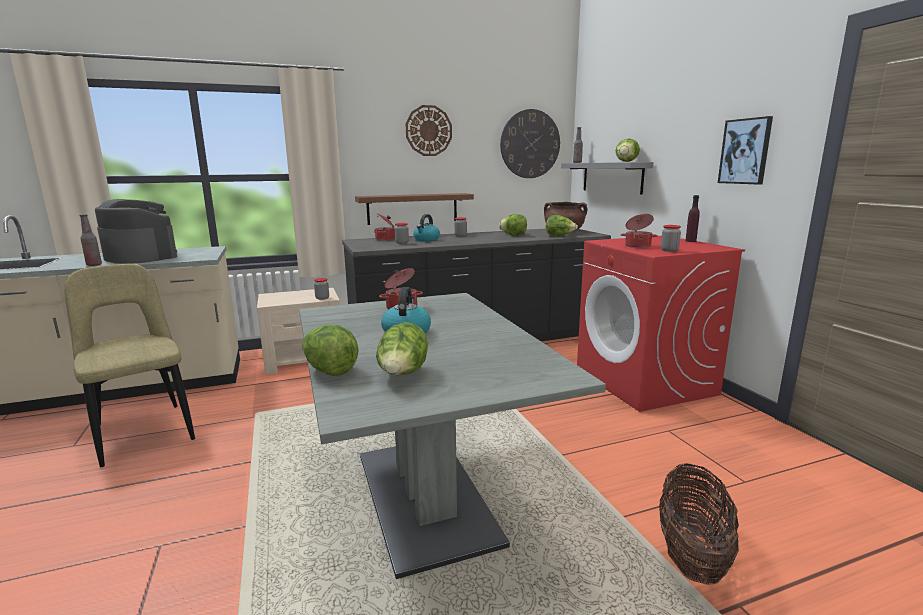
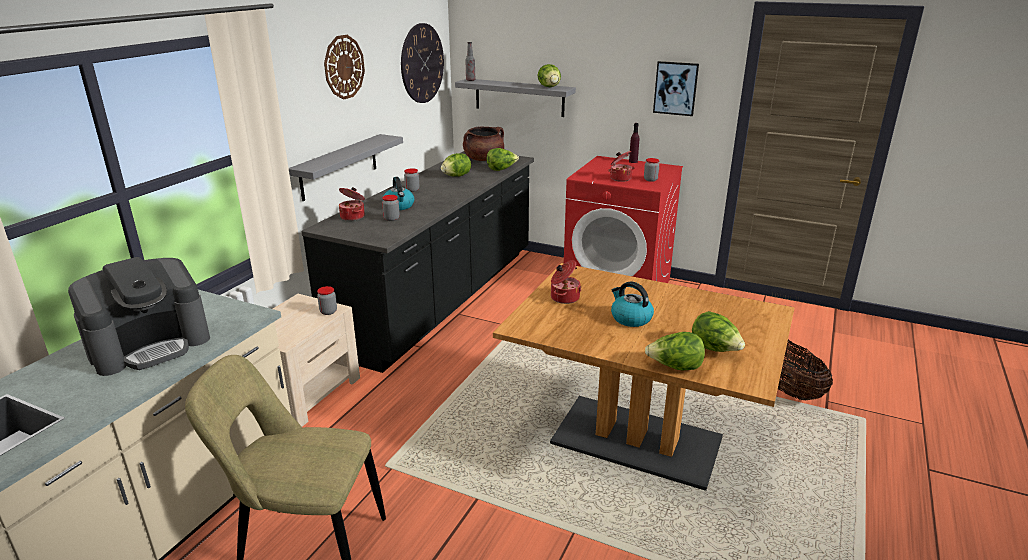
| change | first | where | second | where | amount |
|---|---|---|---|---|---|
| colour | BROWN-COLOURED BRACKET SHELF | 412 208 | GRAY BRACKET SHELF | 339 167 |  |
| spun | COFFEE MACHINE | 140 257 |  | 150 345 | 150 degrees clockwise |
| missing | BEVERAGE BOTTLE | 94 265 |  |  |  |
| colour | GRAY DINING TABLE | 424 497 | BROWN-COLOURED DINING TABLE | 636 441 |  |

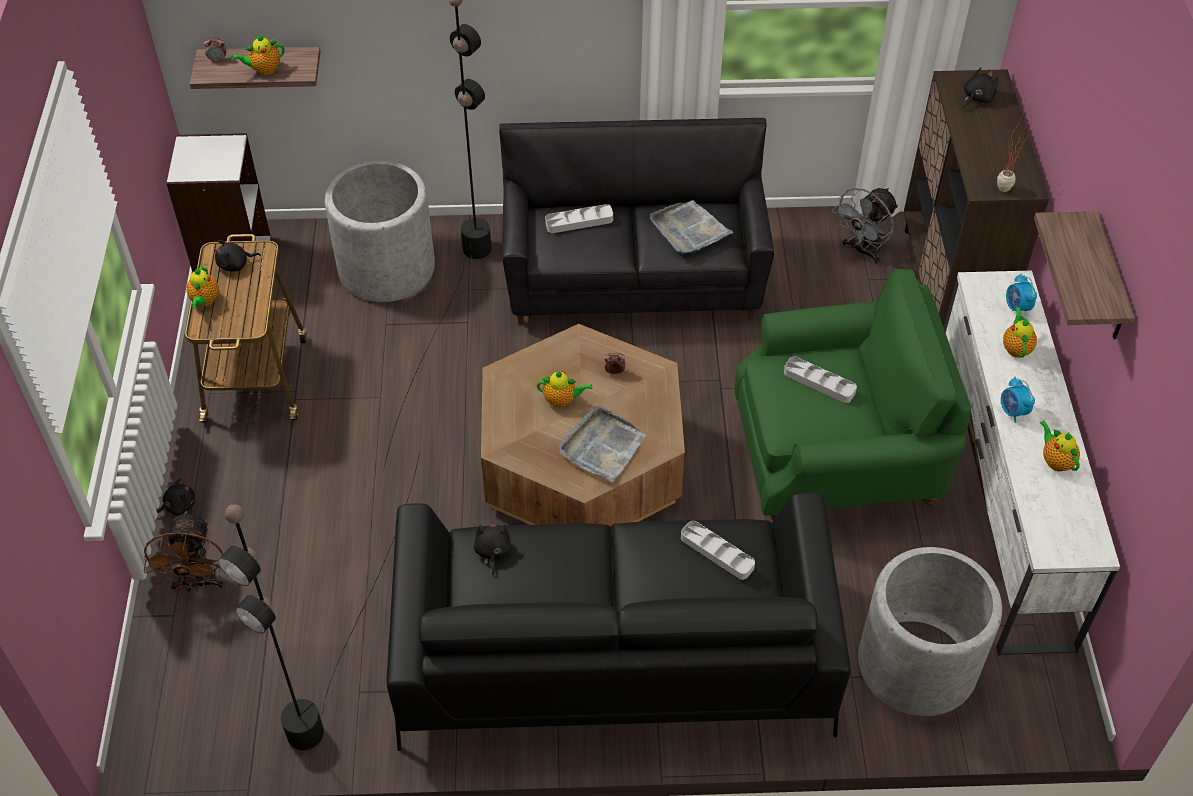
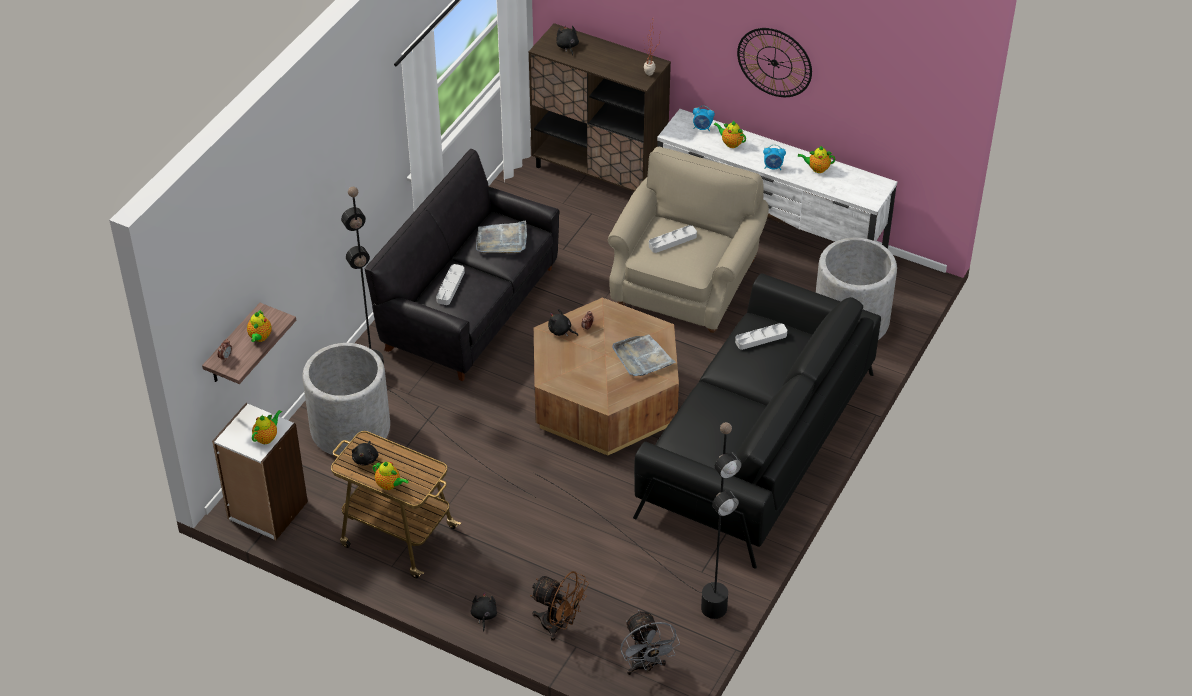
| change | first | where | second | where | amount |
|---|---|---|---|---|---|
| relocated | GRAY COOLING FAN | 862 251 |  | 645 666 |  |
| exchanged | BRACKET SHELF | 1109 281 | HANGING CLOCK | 774 62 |  |
| colour | GREEN-COLOURED EASY CHAIR | 837 453 | BEIGE EASY CHAIR | 686 282 |  |
| relocated | TEAPOT | 562 400 |  | 267 437 |  |
| relocated | BLACK-COLOURED SOFT TOY | 492 552 |  | 561 331 |  |

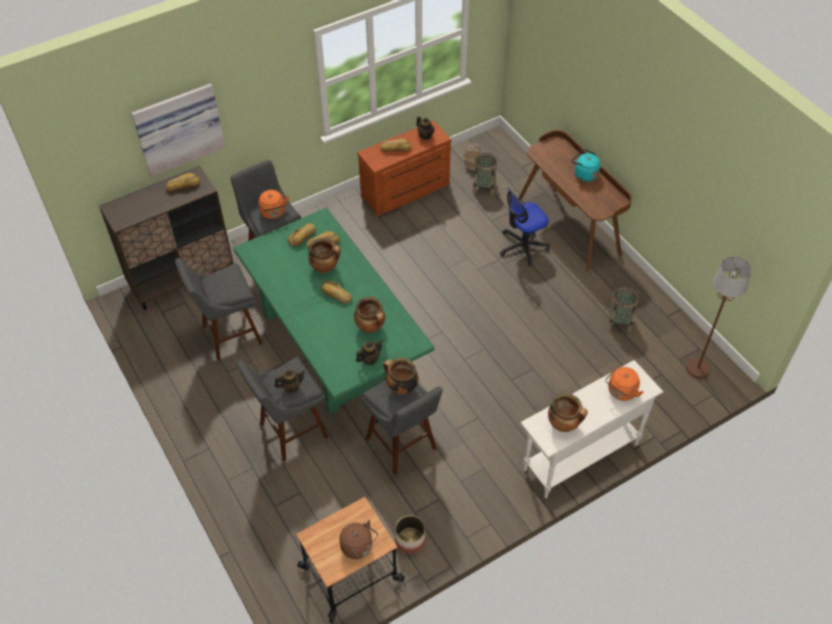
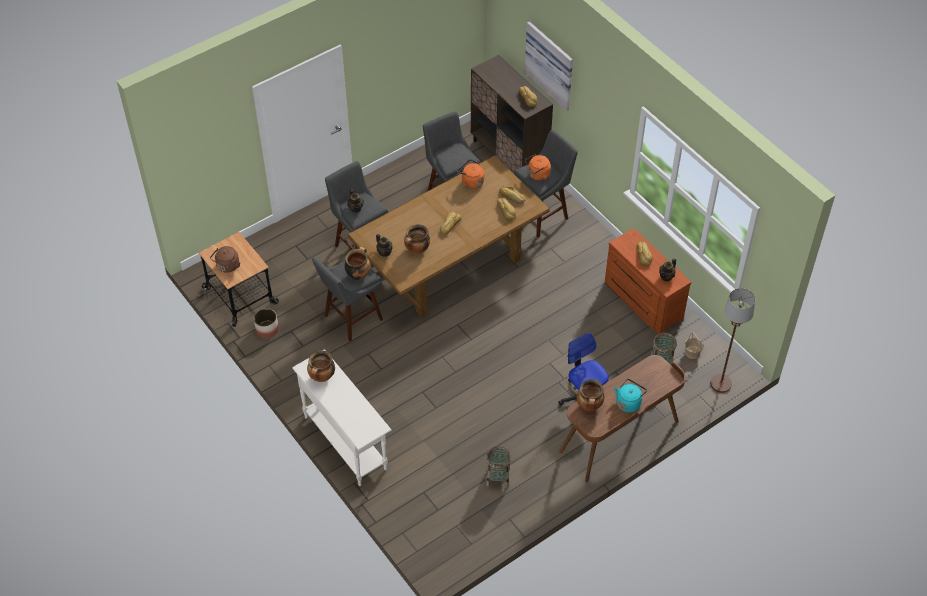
| change | first | where | second | where | amount |
|---|---|---|---|---|---|
| colour | GREEN-COLOURED DINING TABLE | 334 344 | BROWN-COLOURED DINING TABLE | 450 264 |  |
| relocated | STOCKPOT | 325 267 |  | 589 406 |  |
| relocated | BROWN-COLOURED STANDARD LAMP | 697 368 |  | 721 383 |  |
| relocated | ORANGEY KETTLE | 621 392 |  | 471 182 |  |

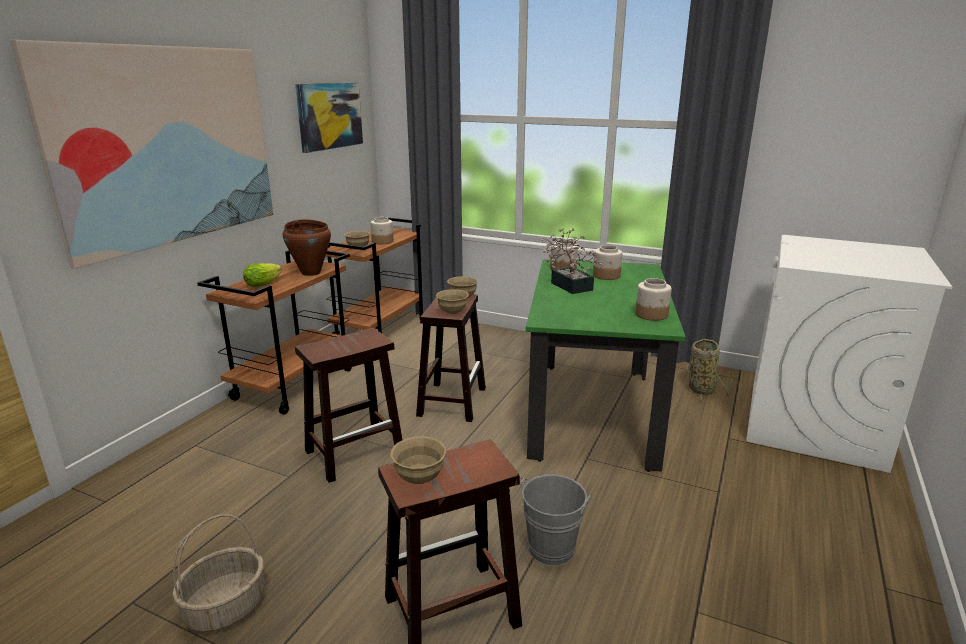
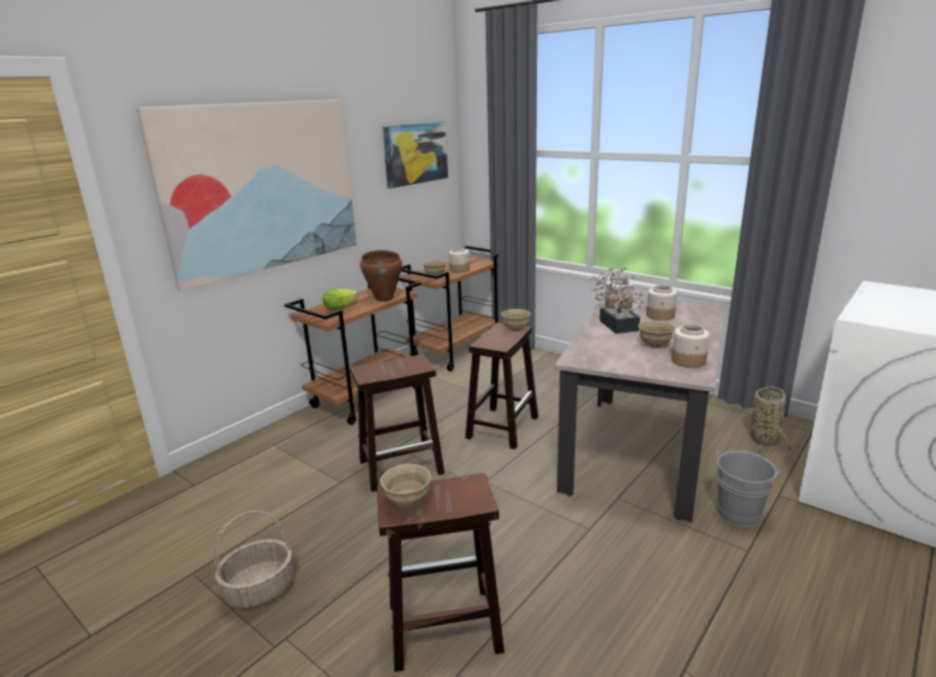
| change | first | where | second | where | amount |
|---|---|---|---|---|---|
| colour | GREEN-COLOURED DINING TABLE | 592 412 | BEIGE DINING TABLE | 638 452 |  |
| relocated | BEIGE BOWL | 452 312 |  | 655 345 |  |
| relocated | GRAY BUCKET | 553 545 |  | 740 512 |  |

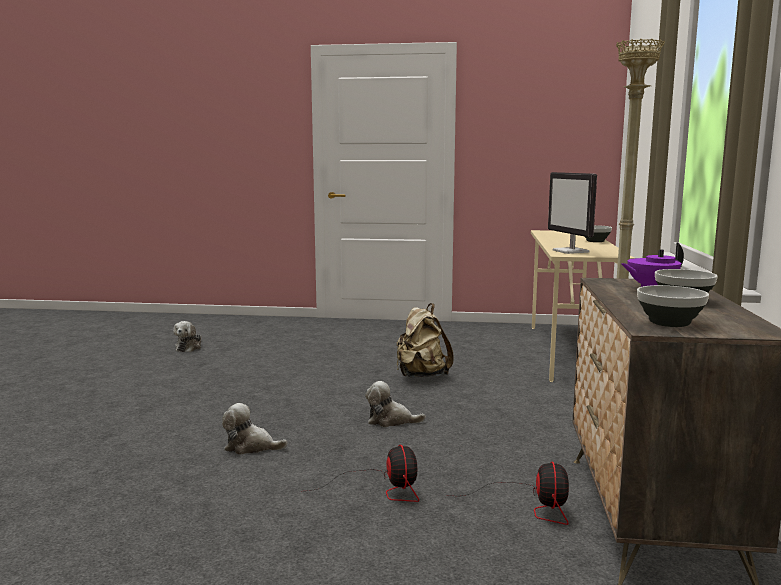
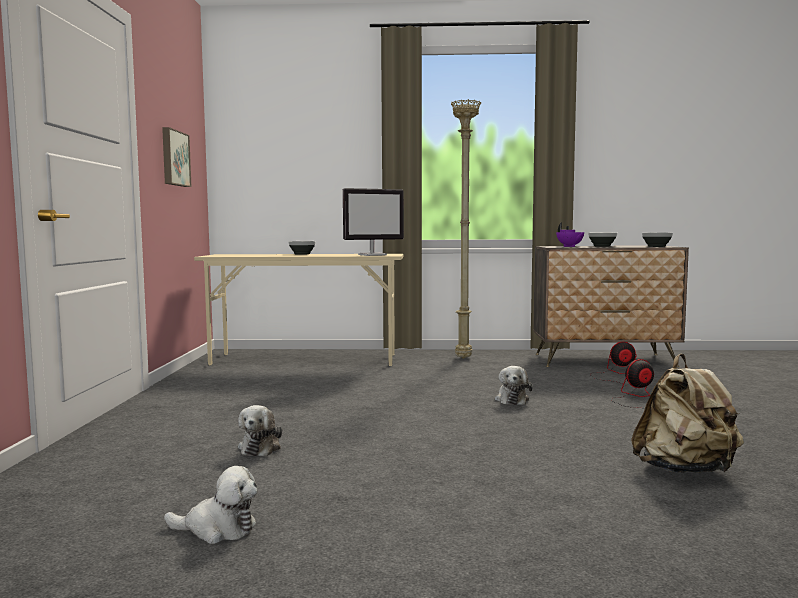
| change | first | where | second | where | amount |
|---|---|---|---|---|---|
| relocated | BEIGE BACKPACK | 421 376 |  | 685 470 |  |
| relocated | SOFT TOY | 251 447 |  | 261 447 |  |
| appeared |  |  | WALL ART | 174 158 |  |

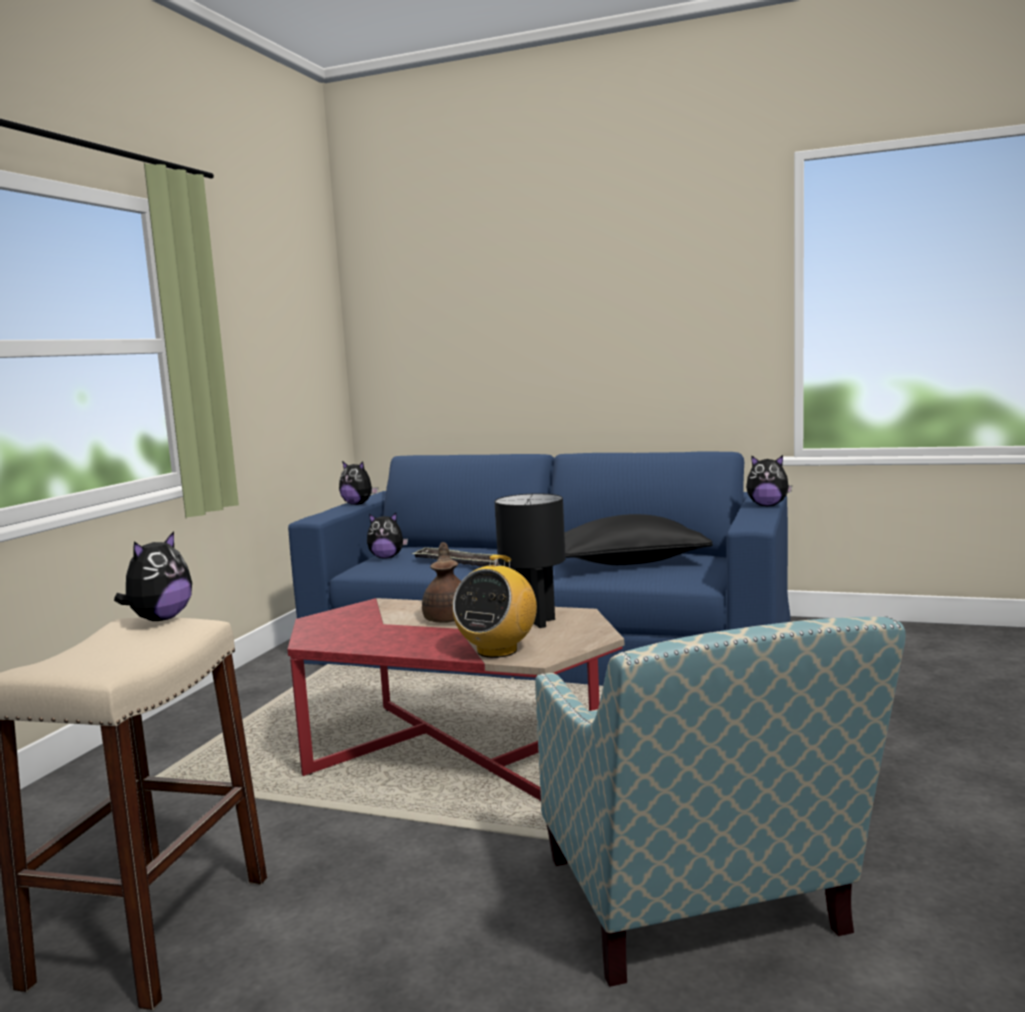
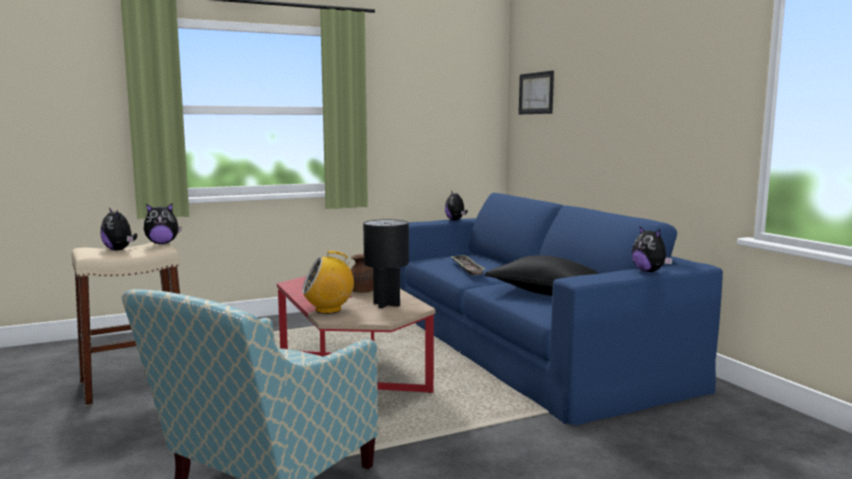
| change | first | where | second | where | amount |
|---|---|---|---|---|---|
| relocated | SOFT TOY | 387 557 |  | 119 250 |  |
| appeared |  |  | WALL ART | 536 93 |  |

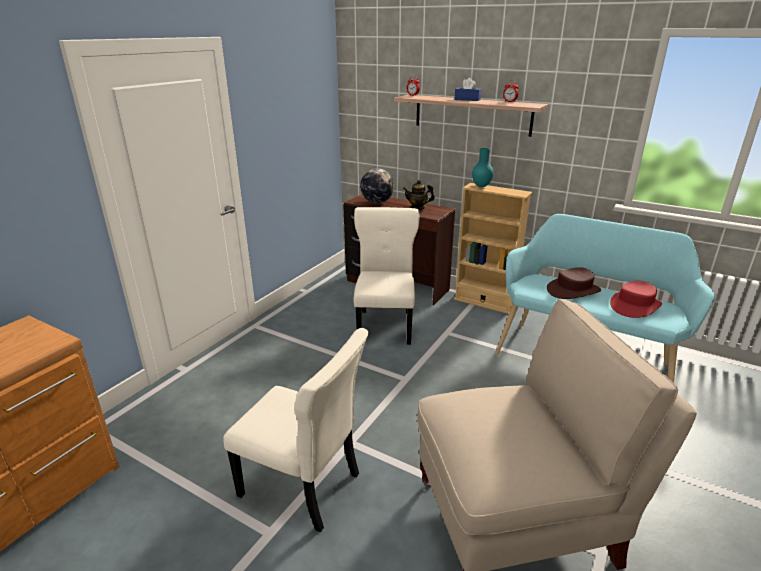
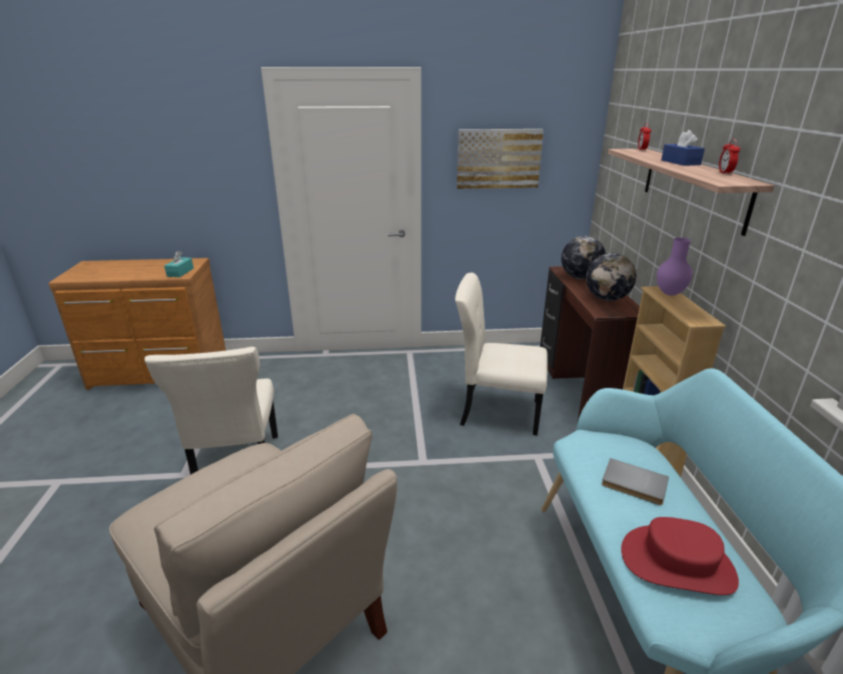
| change | first | where | second | where | amount |
|---|---|---|---|---|---|
| colour | TURQUOISE FLOWER VASE | 481 186 | PURPLISH FLOWER VASE | 670 294 |  |
| exchanged | TEAPOT | 418 208 | DESK GLOBE | 607 299 |  |
| spun | BEIGE UPRIGHT CHAIR | 385 325 |  | 496 412 | 135 degrees counterclockwise |
| exchanged | BROWN-COLOURED WEARABLE HAT | 573 290 | GRAY BOOK | 634 484 |  |
| appeared |  |  | WALL ART | 498 158 |  |
| appeared |  |  | TURQUOISE TISSUE HOLDER | 180 272 |  |

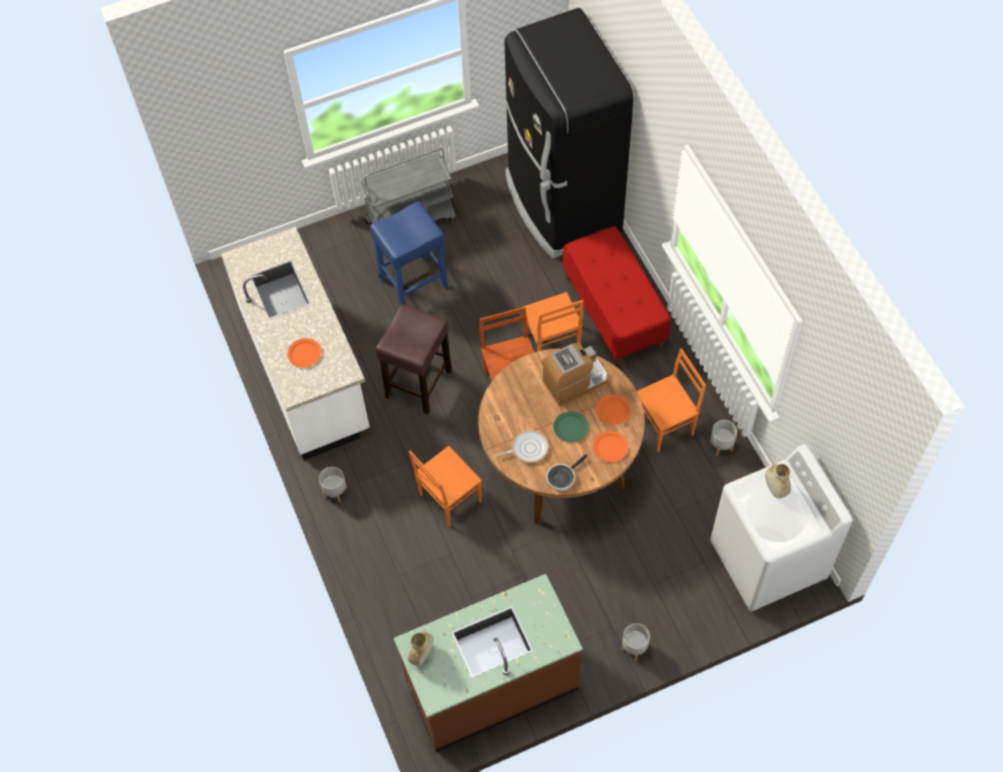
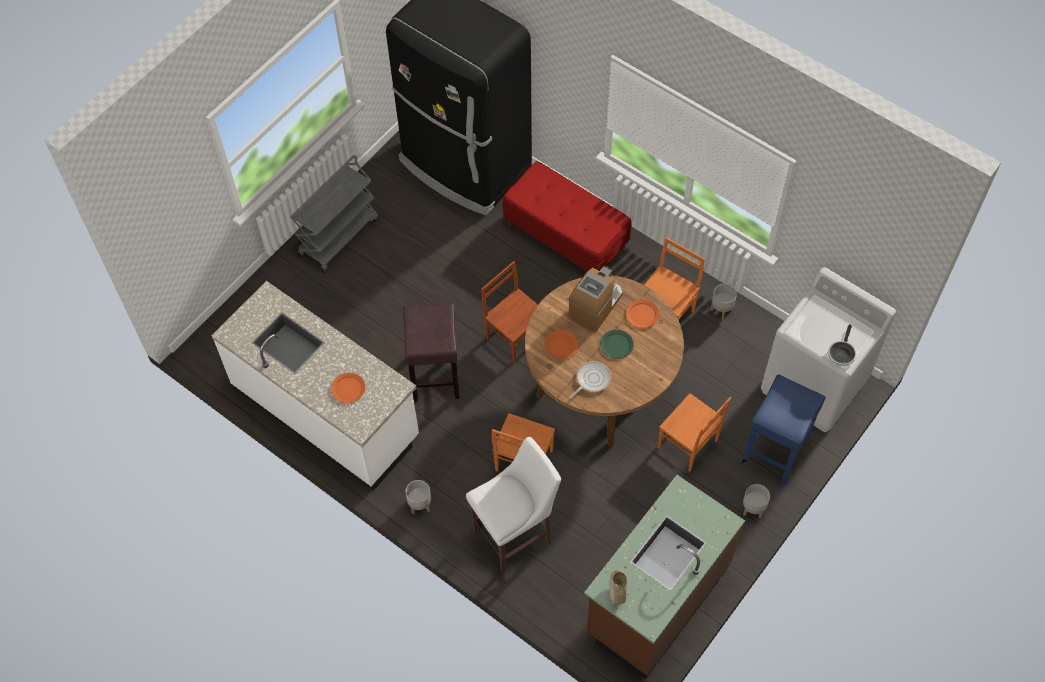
| change | first | where | second | where | amount |
|---|---|---|---|---|---|
| relocated | BLUE-COLOURED SITTING STOOL | 414 282 |  | 775 451 |  |
| relocated | ORANGEY UPRIGHT CHAIR | 551 342 |  | 688 445 |  |
| relocated | ORANGEY FLAT DISH | 610 447 |  | 560 345 |  |
| relocated | PAN | 562 477 |  | 841 353 |  |
| missing | BEIGE FLOWER VASE | 775 488 |  |  |  |
| appeared |  |  | WHITE-COLOURED SITTING STOOL | 515 534 |  |

